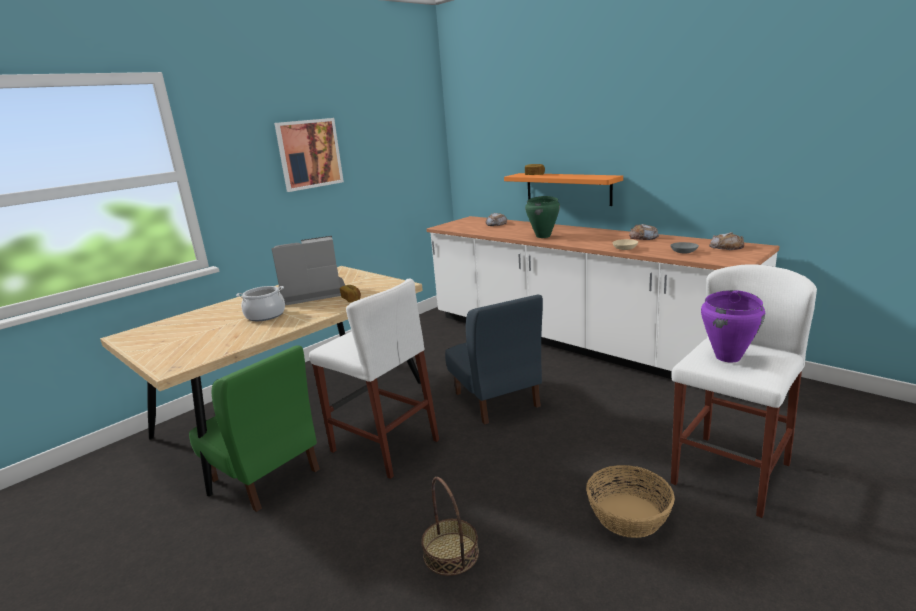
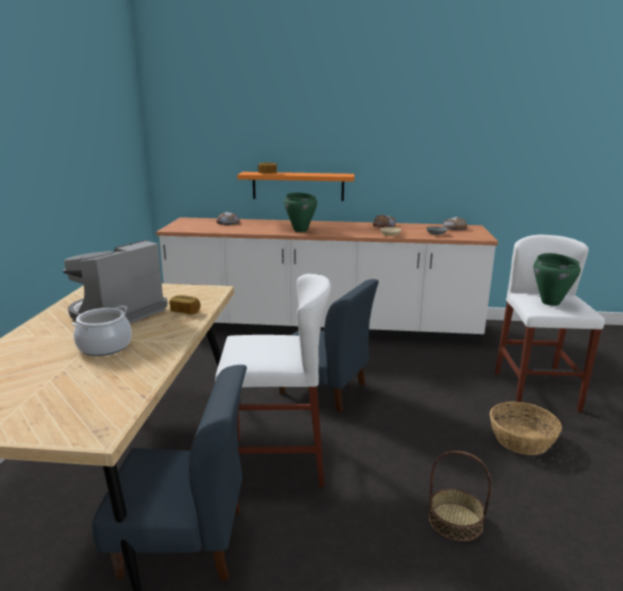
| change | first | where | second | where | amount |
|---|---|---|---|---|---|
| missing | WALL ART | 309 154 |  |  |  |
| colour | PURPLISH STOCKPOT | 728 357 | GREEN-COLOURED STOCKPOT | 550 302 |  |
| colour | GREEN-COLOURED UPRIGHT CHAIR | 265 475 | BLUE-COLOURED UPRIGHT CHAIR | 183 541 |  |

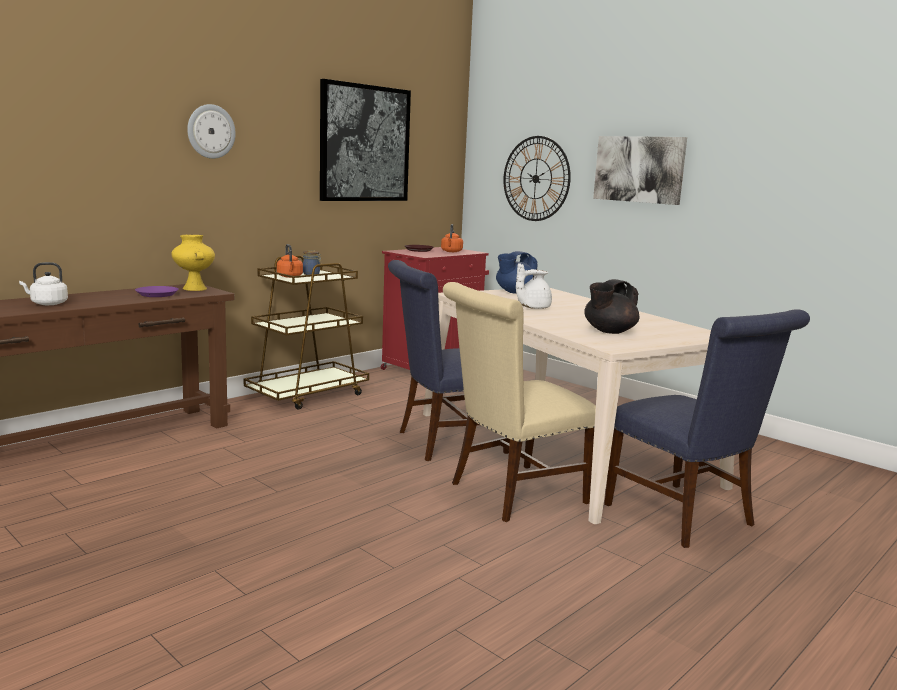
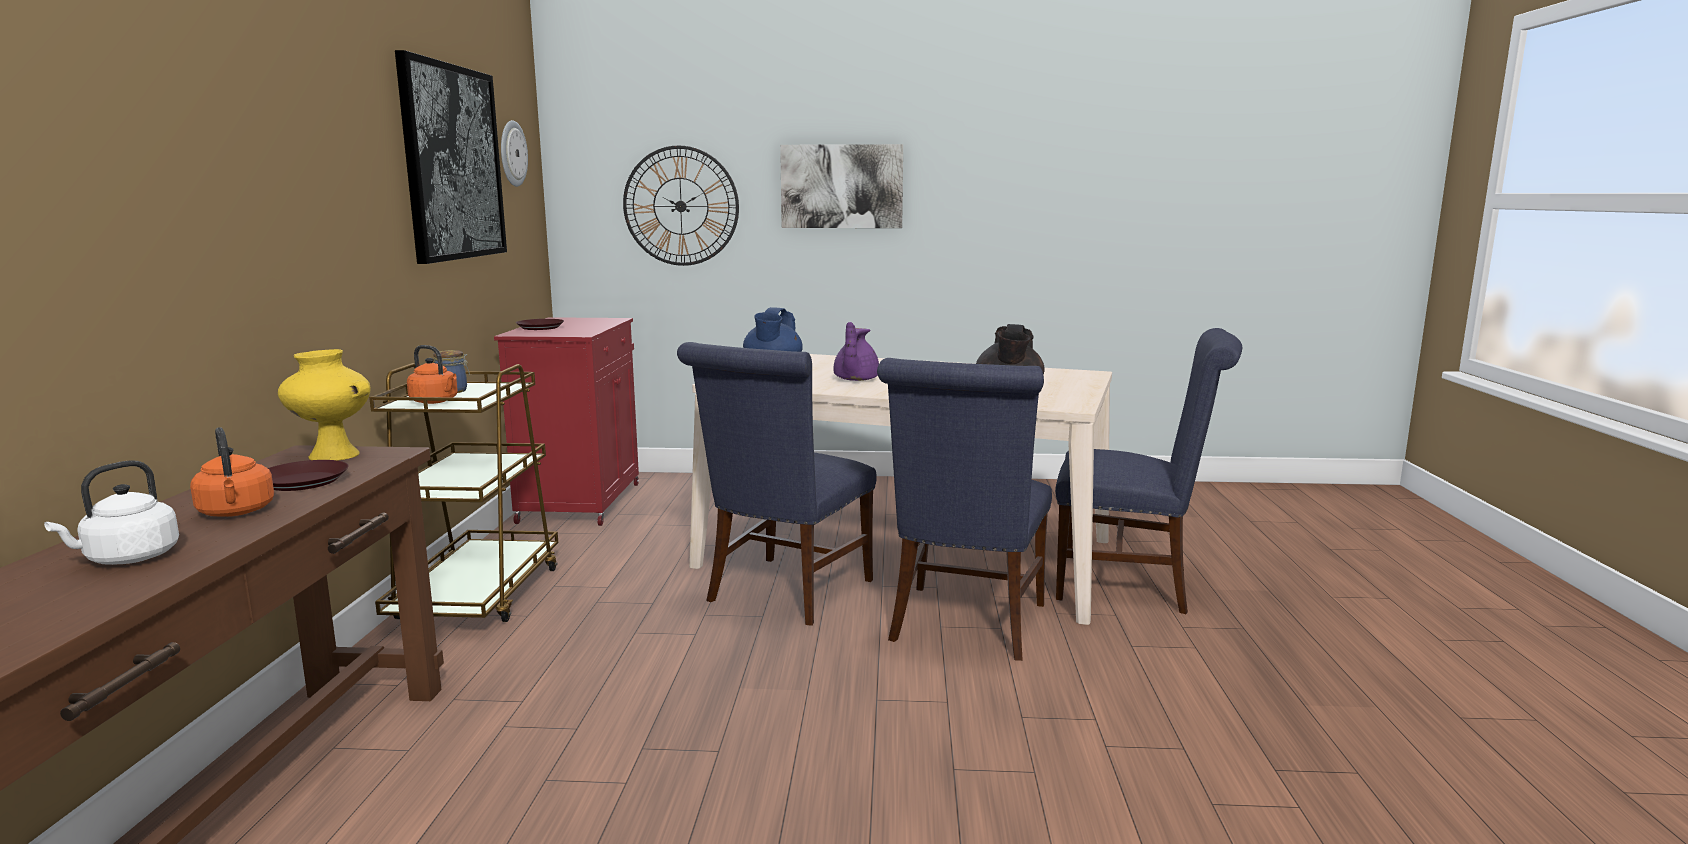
| change | first | where | second | where | amount |
|---|---|---|---|---|---|
| relocated | HANGING CLOCK | 210 131 |  | 512 153 |  |
| relocated | ORANGEY KETTLE | 451 251 |  | 236 512 |  |
| colour | WHITE-COLOURED TEAPOT | 532 307 | PURPLISH TEAPOT | 855 380 |  |
| colour | BEIGE UPRIGHT CHAIR | 511 494 | BLUE-COLOURED UPRIGHT CHAIR | 965 626 |  |
| colour | PURPLISH FLAT DISH | 157 294 | BROWN-COLOURED FLAT DISH | 304 482 |  |

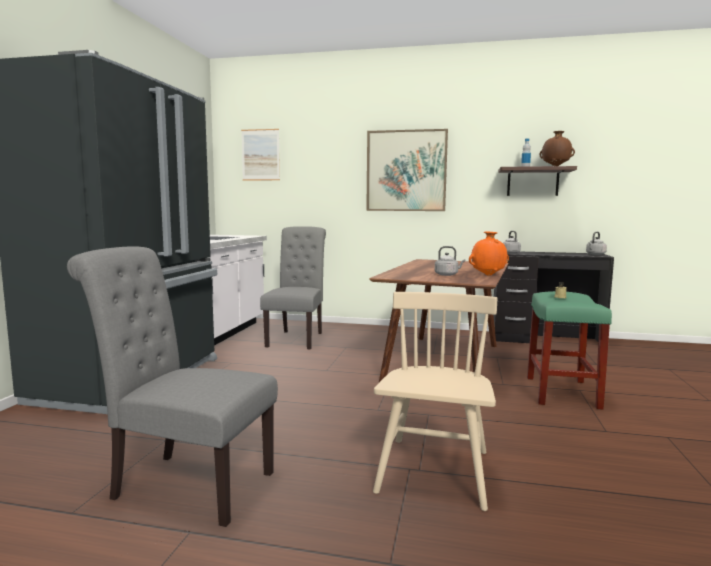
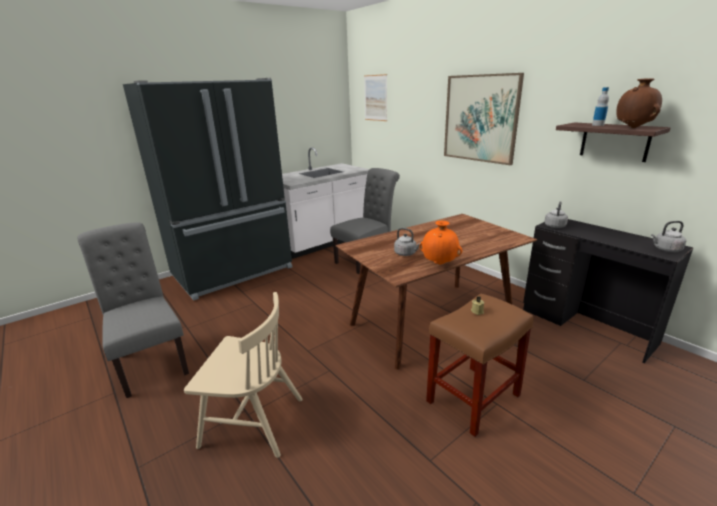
| change | first | where | second | where | amount |
|---|---|---|---|---|---|
| colour | GREEN-COLOURED SITTING STOOL | 562 393 | BROWN-COLOURED SITTING STOOL | 473 399 |  |
| spun | BEIGE UPRIGHT CHAIR | 435 472 |  | 252 421 | 45 degrees clockwise |

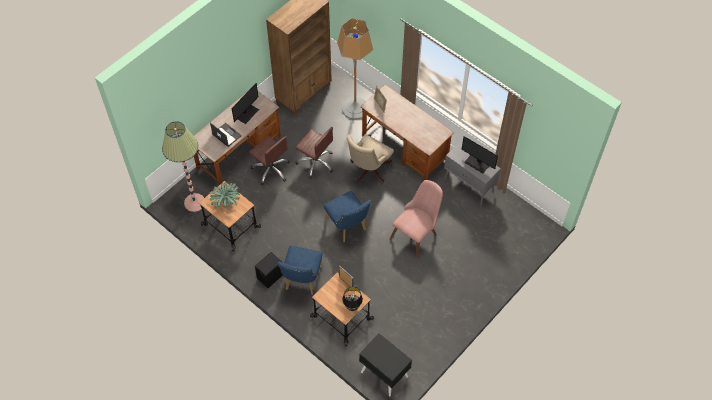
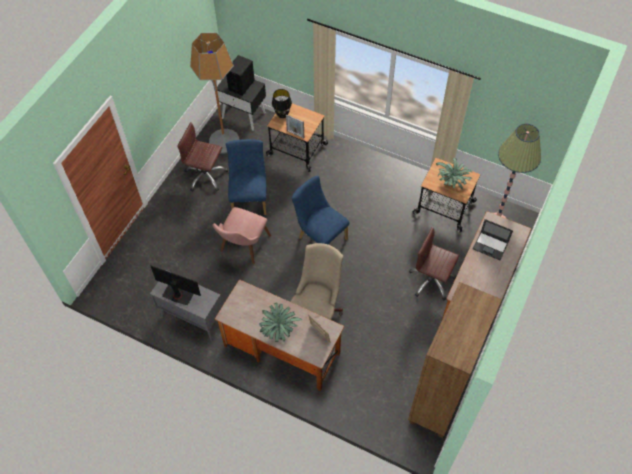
| change | first | where | second | where | amount |
|---|---|---|---|---|---|
| relocated | STANDARD LAMP | 355 108 |  | 224 141 |  |
| missing | COMPUTER DISPLAY | 246 113 |  |  |  |
| relocated | BROWN-COLOURED DESK CHAIR | 316 162 |  | 205 176 |  |
| relocated | BLUE-COLOURED UPRIGHT CHAIR | 302 280 |  | 249 198 |  |
| relocated | BLACK-COLOURED SPEAKER | 270 276 |  | 241 85 |  |
| appeared |  |  | HOUSEPLANT | 279 328 |  |

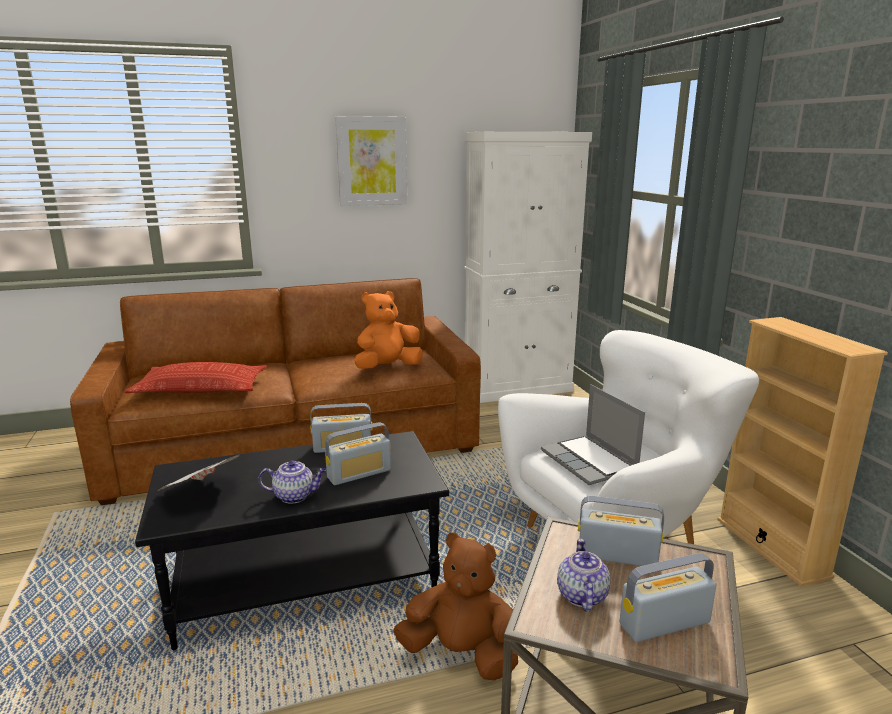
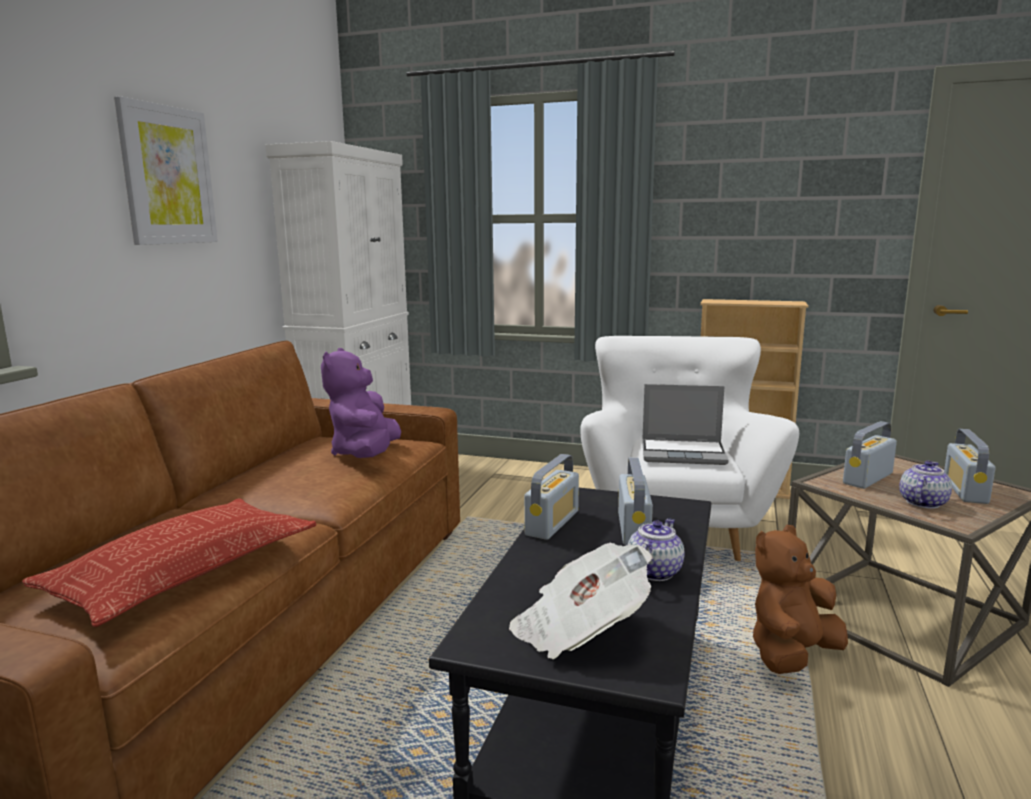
| change | first | where | second | where | amount |
|---|---|---|---|---|---|
| colour | ORANGEY SOFT TOY | 387 368 | PURPLISH SOFT TOY | 366 454 |  |
| spun | TEAPOT | 581 596 |  | 922 503 | 90 degrees clockwise |

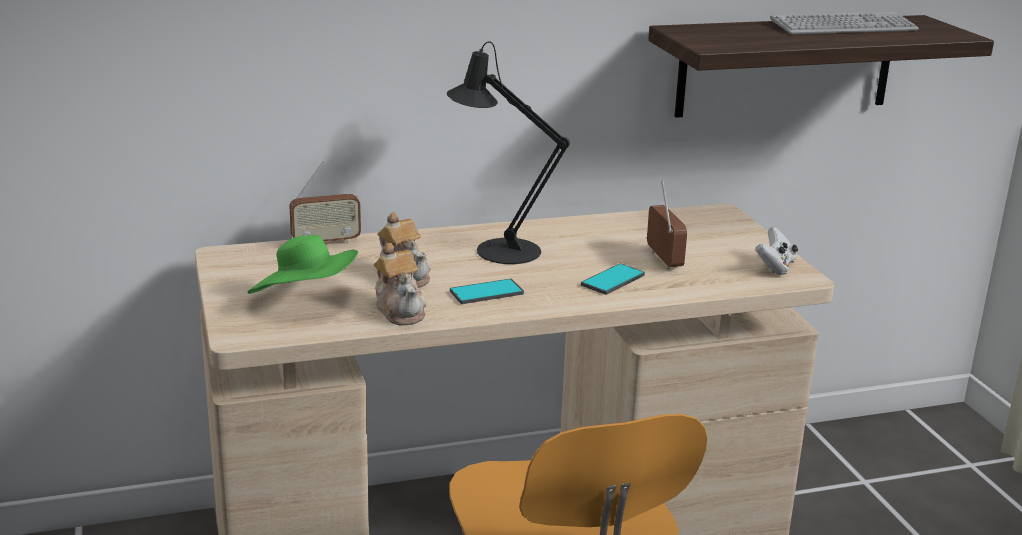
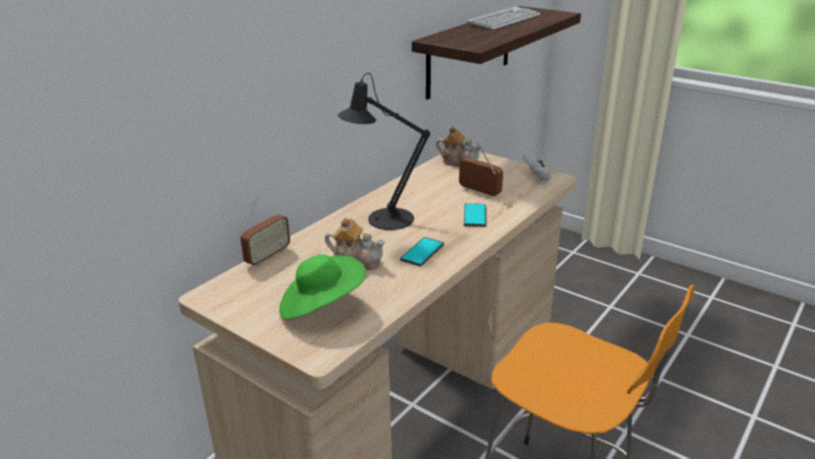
| change | first | where | second | where | amount |
|---|---|---|---|---|---|
| relocated | TEAPOT | 400 310 |  | 458 162 |  |

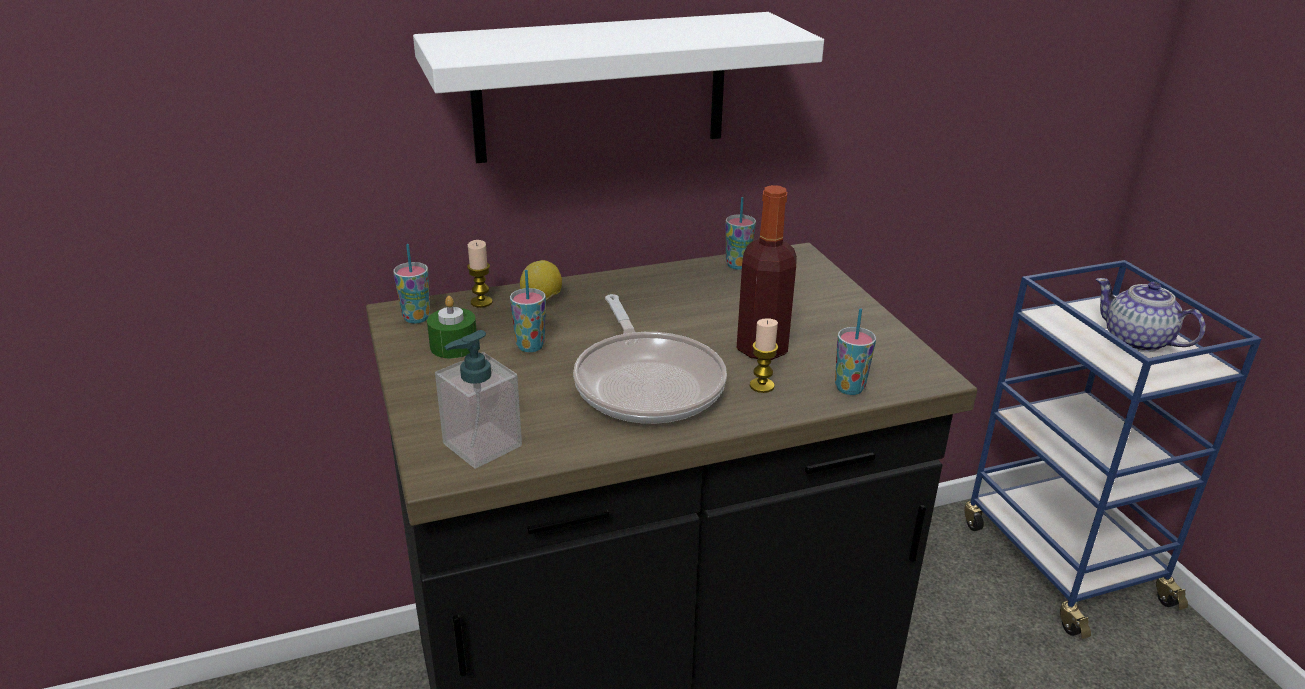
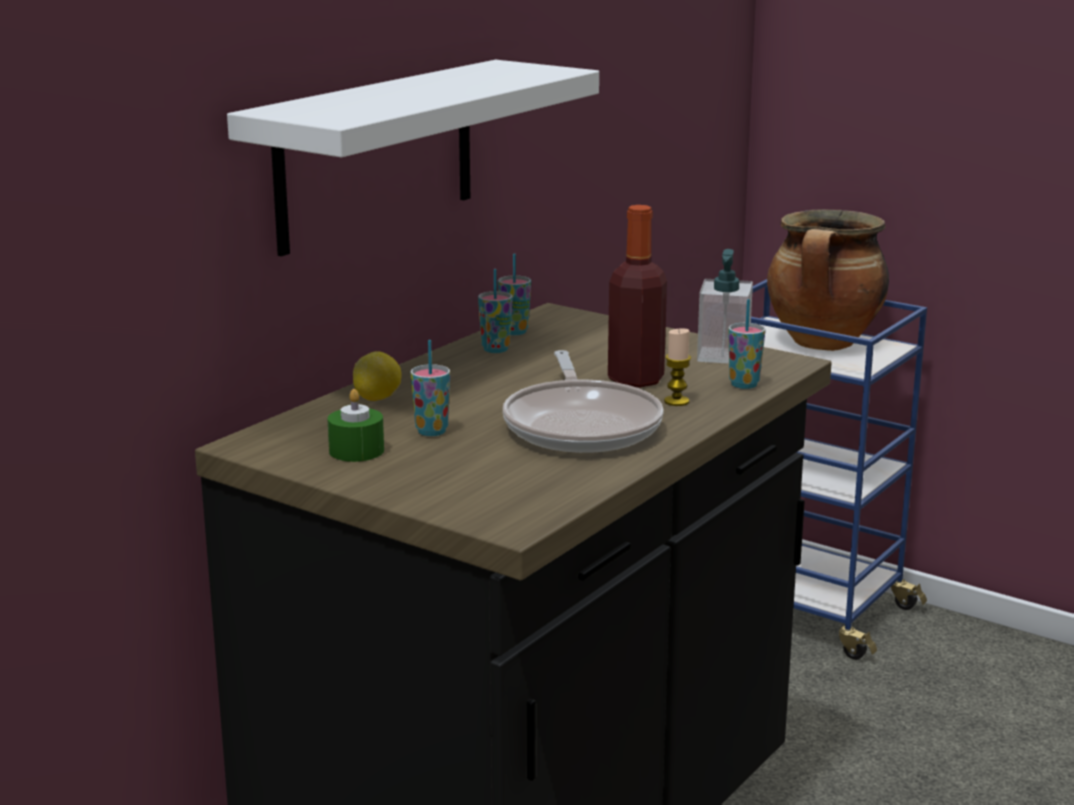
| change | first | where | second | where | amount |
|---|---|---|---|---|---|
| missing | WAX LIGHT | 481 302 |  |  |  |
| relocated | SMALL CUP | 416 318 |  | 495 349 |  |
| exchanged | TEAPOT | 1137 341 | STOCKPOT | 824 344 |  |
| spun | PAN | 647 383 |  | 581 425 | 45 degrees clockwise |
| relocated | SOAP DISPENSER | 482 445 |  | 723 356 |  |

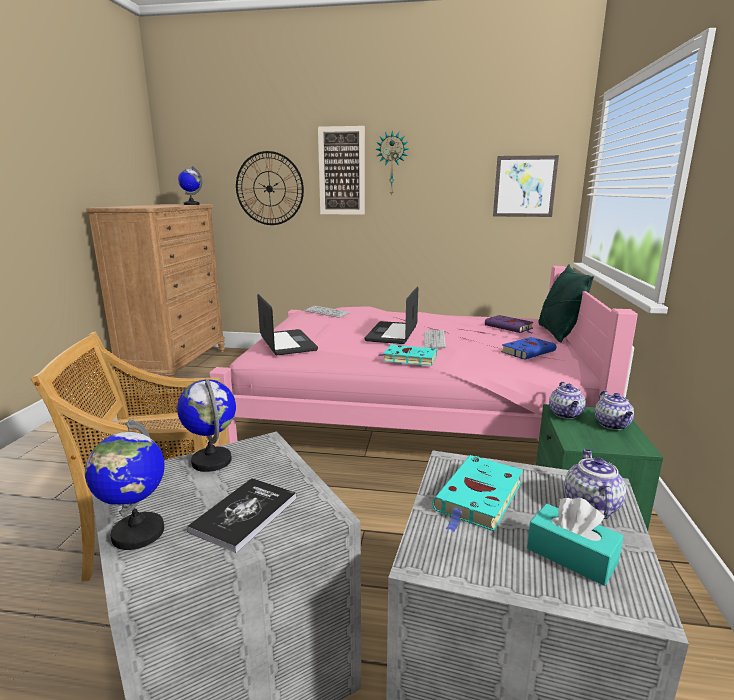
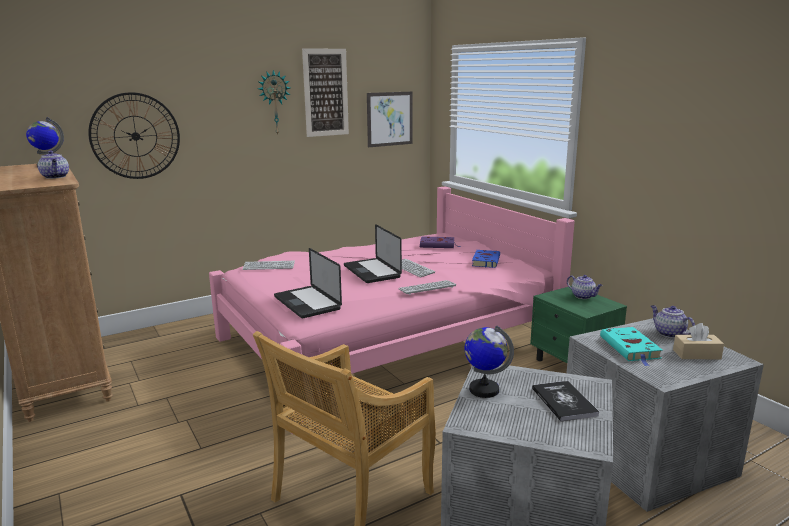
| change | first | where | second | where | amount |
|---|---|---|---|---|---|
| relocated | WALL ART | 341 171 |  | 326 92 |  |
| missing | GREEN-COLOURED CUSHION | 557 333 |  |  |  |
| spun | NOTEBOOK COMPUTER | 287 343 |  | 307 303 | 150 degrees counterclockwise |
| exchanged | TURQUOISE BOOK | 408 358 | COMPUTER KEYBOARD | 427 288 |  |
| relocated | TEAPOT | 566 414 |  | 55 177 |  |
| missing | DESK GLOBE | 137 533 |  |  |  |
| colour | TURQUOISE TISSUE HOLDER | 571 556 | BEIGE TISSUE HOLDER | 696 354 |  |

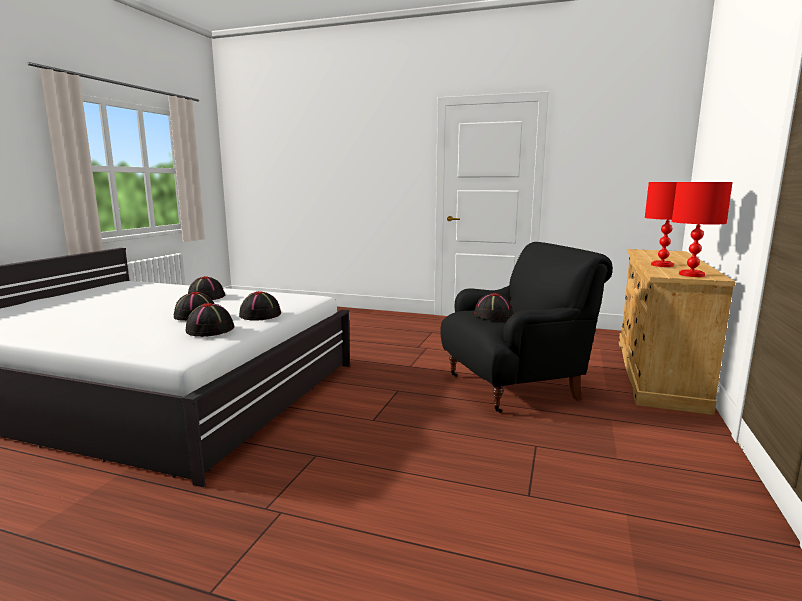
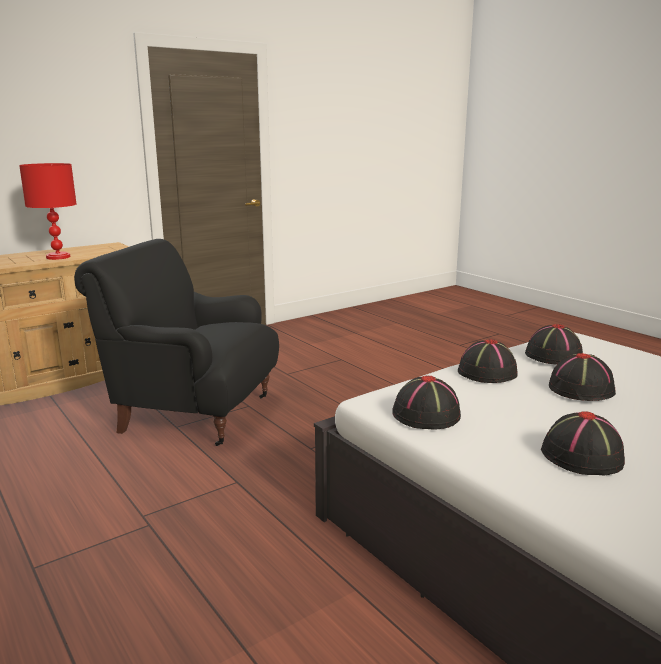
| change | first | where | second | where | amount |
|---|---|---|---|---|---|
| missing | RED TABLE LAMP | 690 275 |  |  |  |
| relocated | BLACK-COLOURED WEARABLE HAT | 493 315 |  | 426 415 |  |

